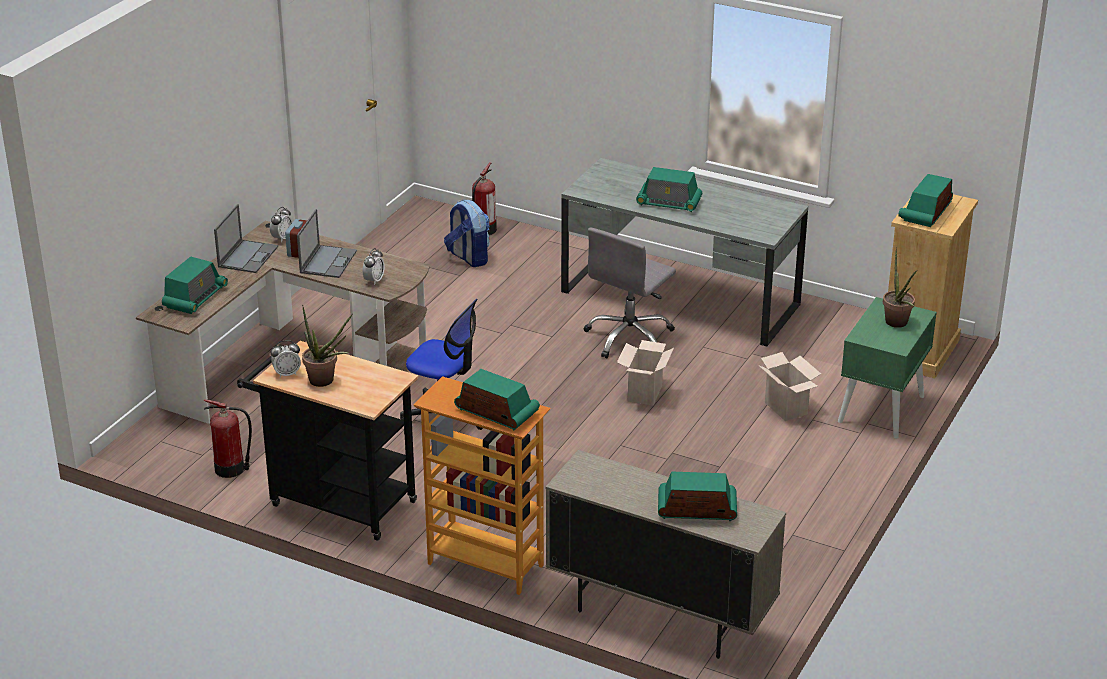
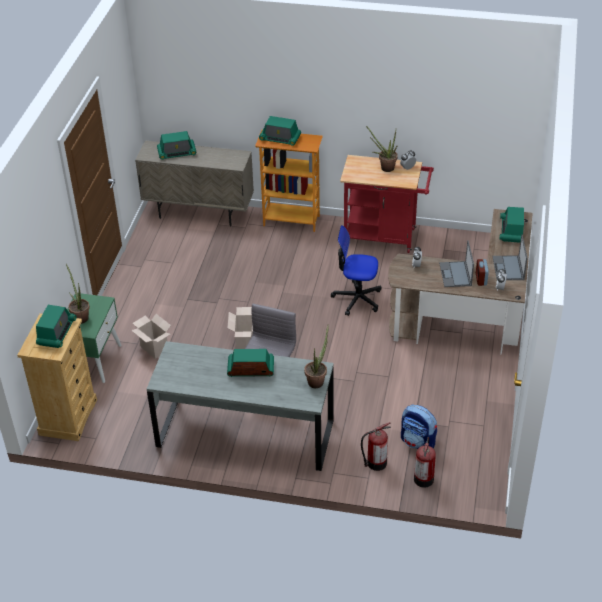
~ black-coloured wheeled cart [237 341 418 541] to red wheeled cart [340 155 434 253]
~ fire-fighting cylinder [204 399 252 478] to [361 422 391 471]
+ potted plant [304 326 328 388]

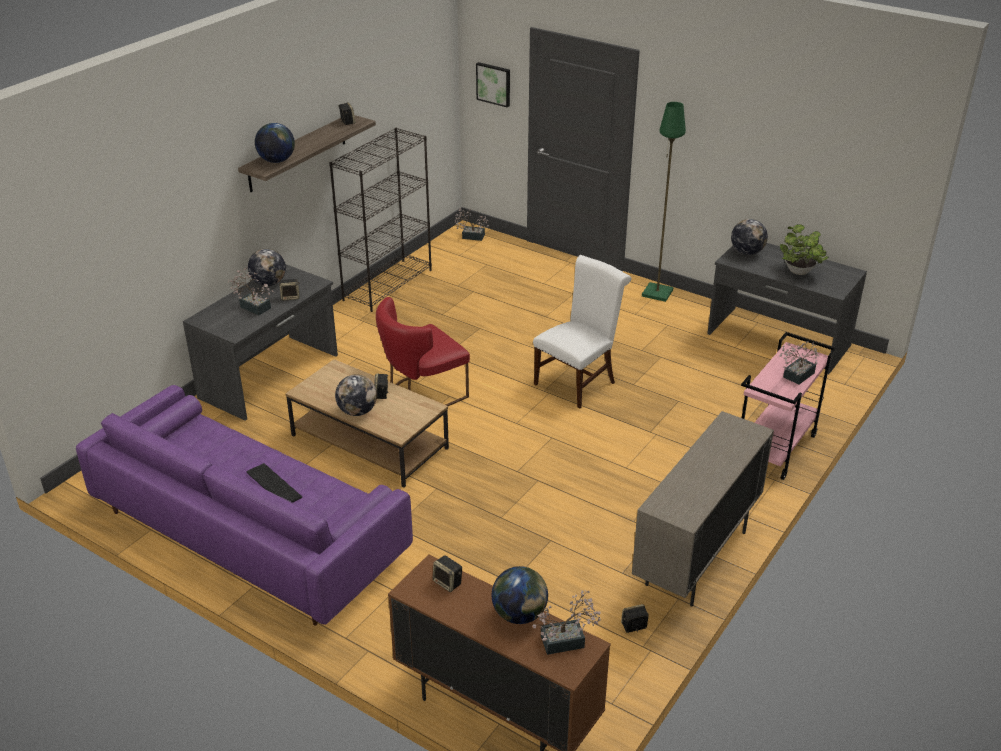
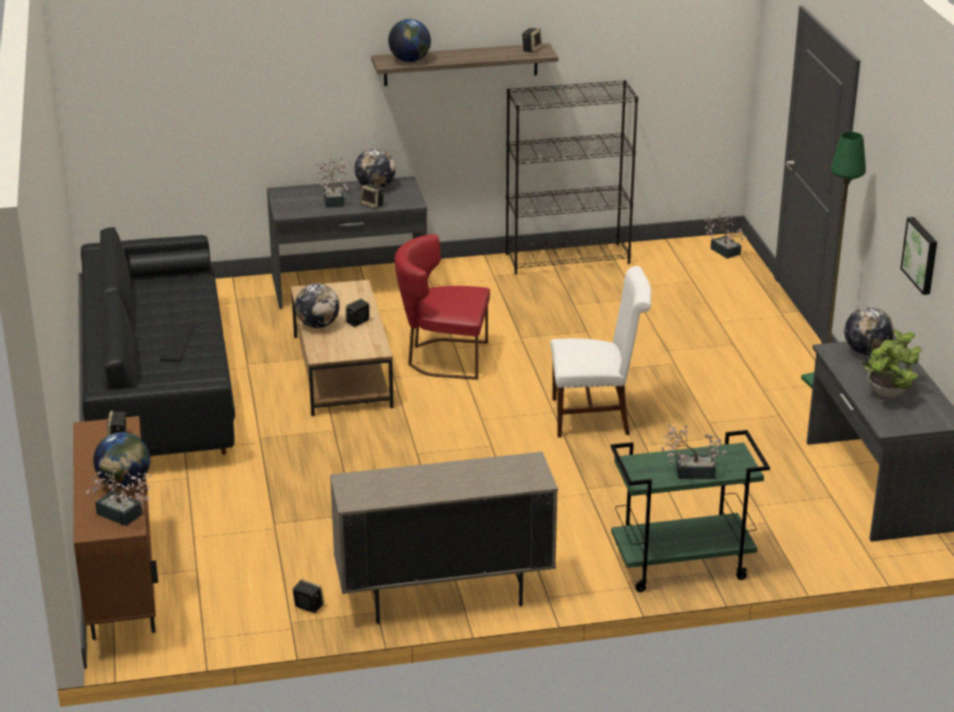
~ wall picture [476 62 510 107] to [900 217 937 295]
~ pinkish wheeled cart [741 332 837 480] to greenish wheeled cart [610 430 770 592]
~ purple-coloured sofa [76 385 413 626] to black-coloured sofa [81 227 235 456]

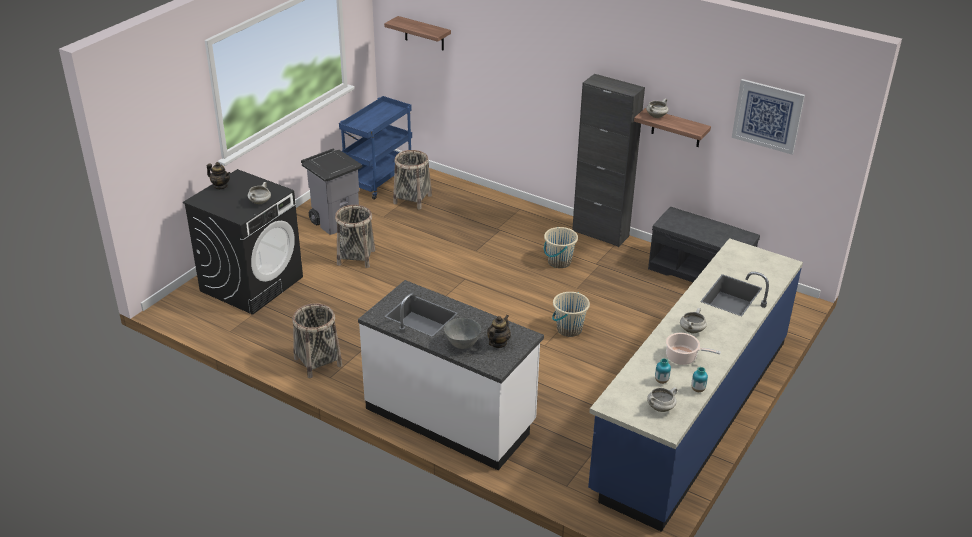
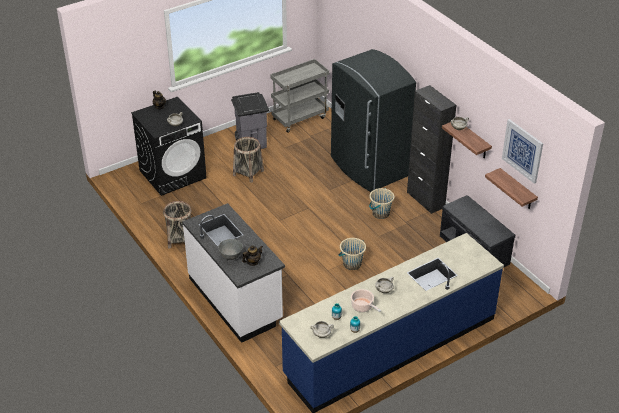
~ wall shelf [384 16 451 51] to [485 168 538 209]
~ blue-coloured wheeled cart [339 96 412 200] to grey wheeled cart [270 59 329 133]
- basket [393 150 432 209]
+ grey fridge [331 49 416 192]

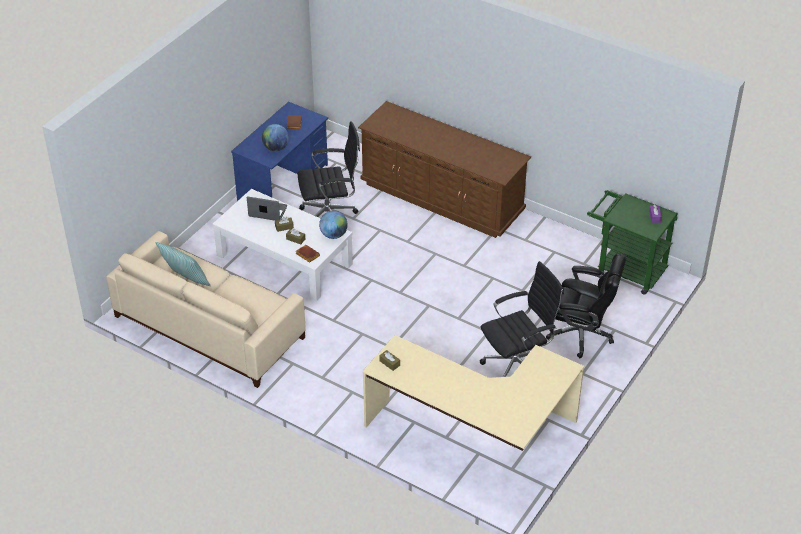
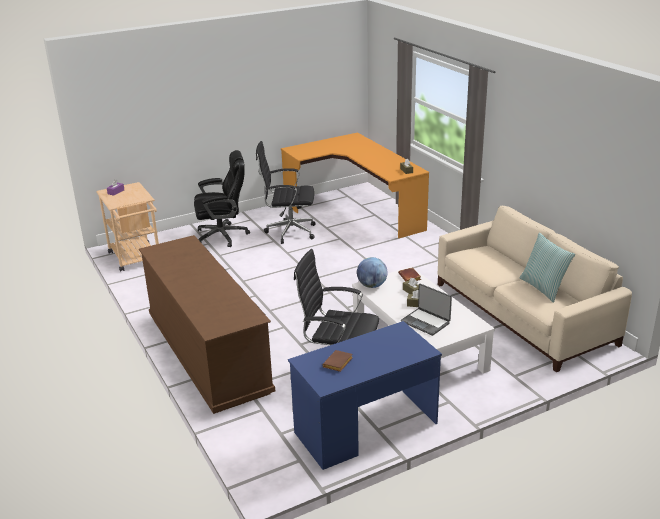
- desk globe [262 124 289 151]
~ greenish wheeled cart [587 190 678 295] to sand-coloured wheeled cart [96 182 159 272]
~ black-coloured desk chair [546 253 627 358] = [194 150 250 247] 120 degrees clockwise
~ sand-coloured desk unit [362 335 584 451] to orange desk unit [281 132 429 238]

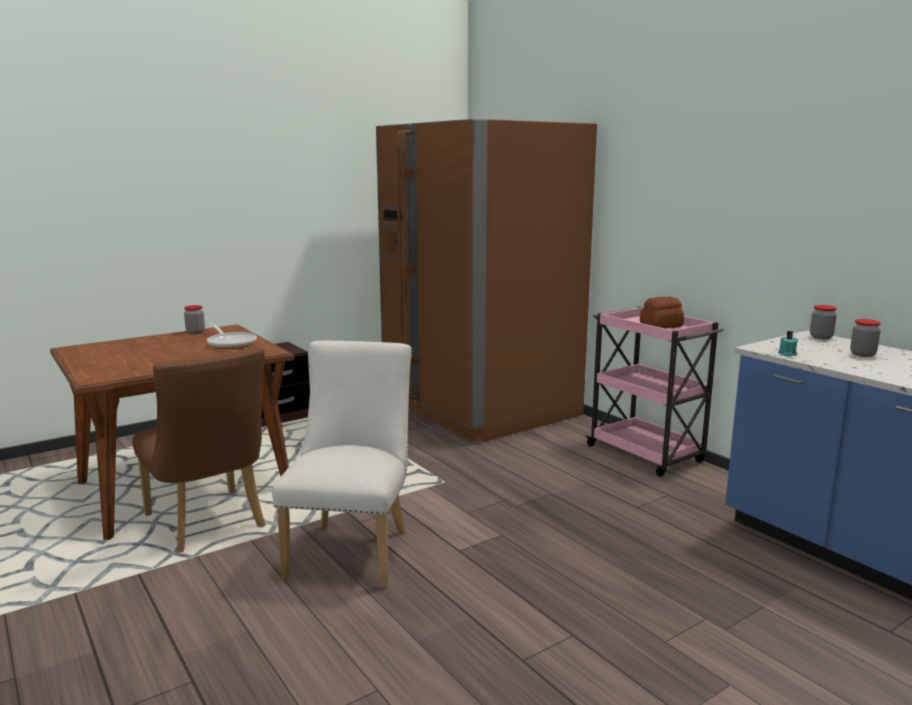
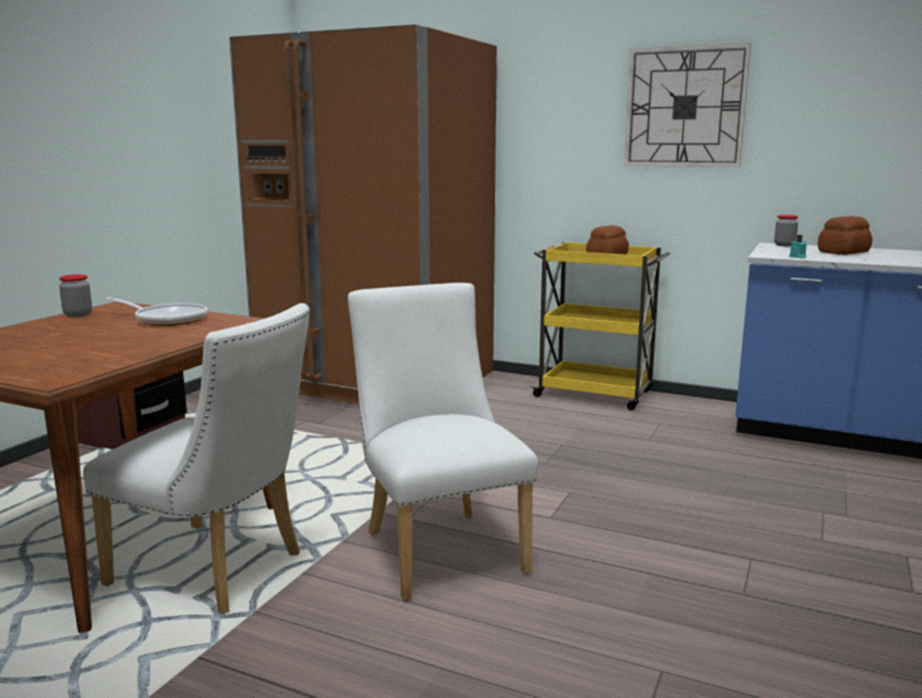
~ pinkish wheeled cart [585 307 724 477] to yellow-coloured wheeled cart [530 242 670 410]
~ jar [850 319 881 357] to bread [818 216 872 255]
~ brownish upright chair [132 347 265 552] to whitish upright chair [83 303 310 614]
+ wall clock [624 43 751 167]

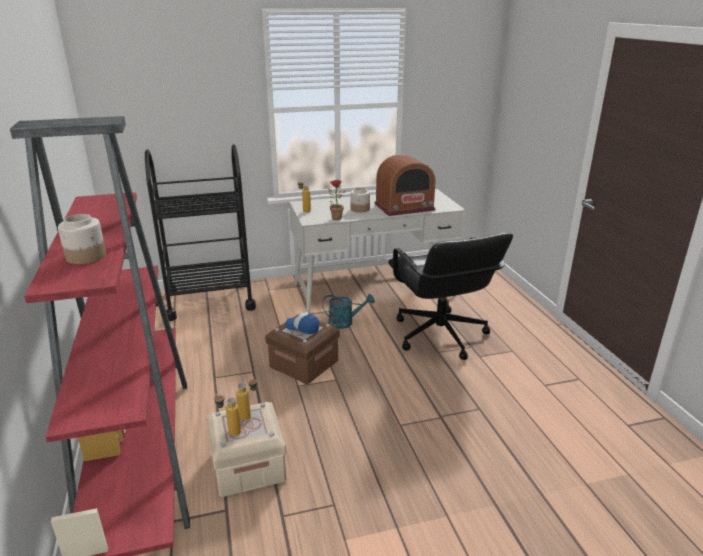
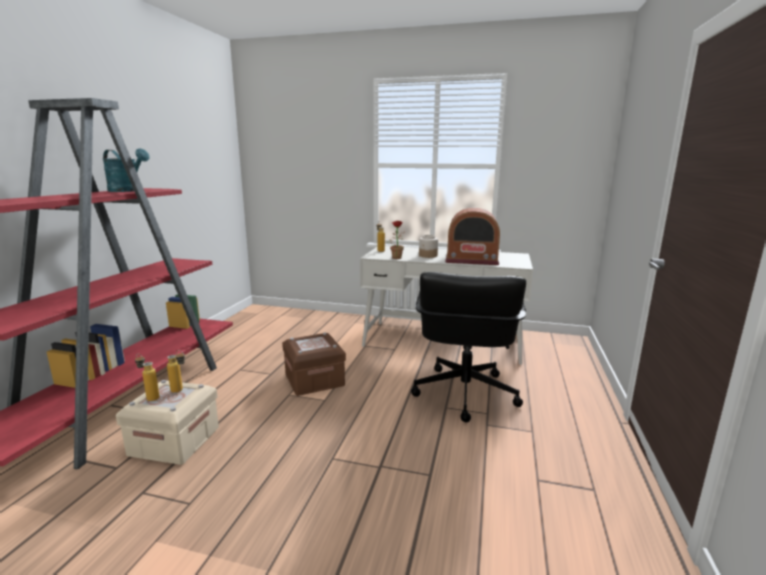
- black-coloured wheeled cart [145 144 256 321]
- jar [58 214 106 264]
~ turquoise-coloured watering can [322 294 375 329] to [103 148 150 192]
- baseball cap [285 312 320 334]

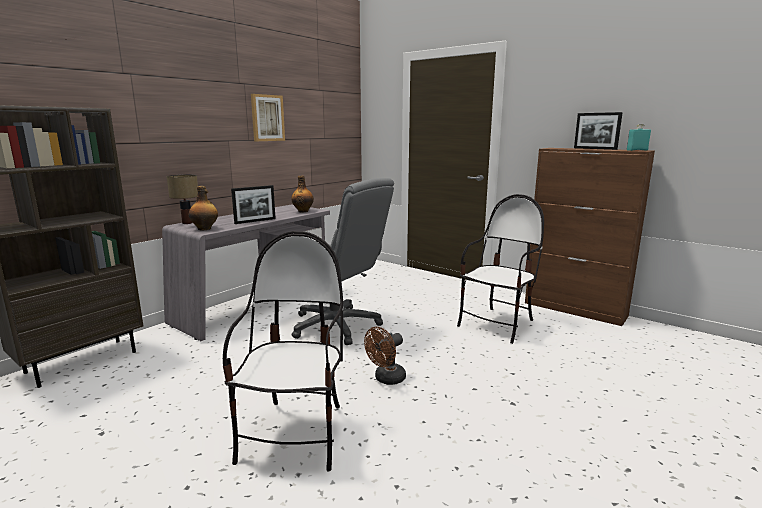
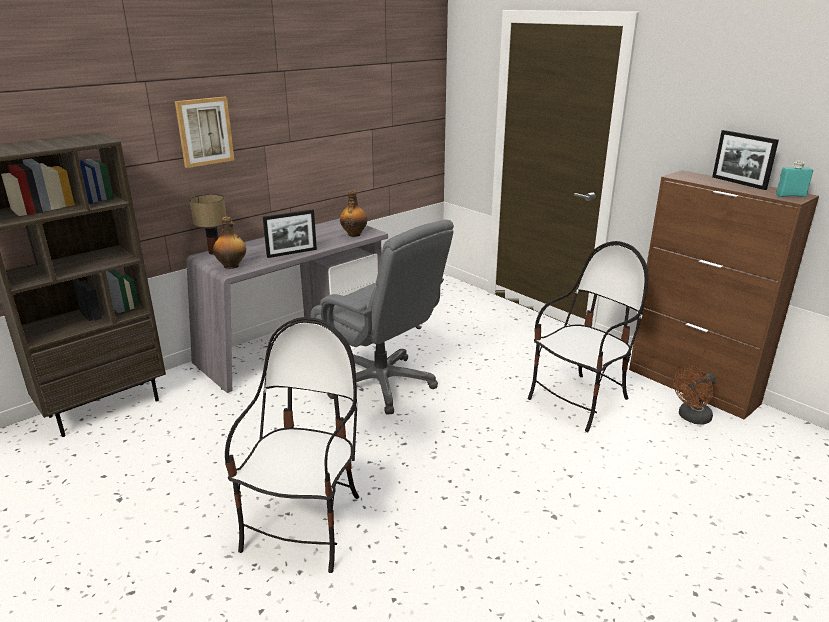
~ wall picture [251 94 285 141] to [175 97 234 168]
~ brownish fan [364 327 406 385] to [674 366 715 424]

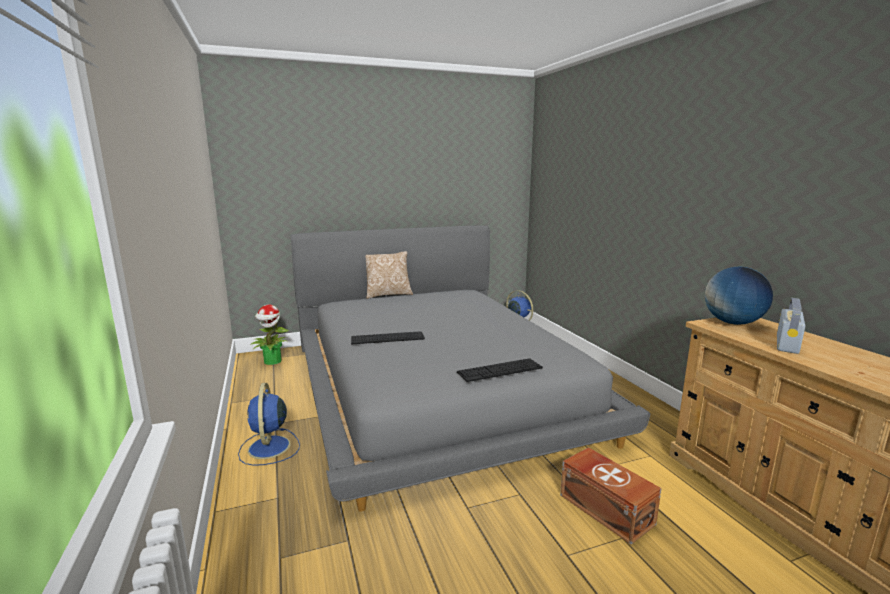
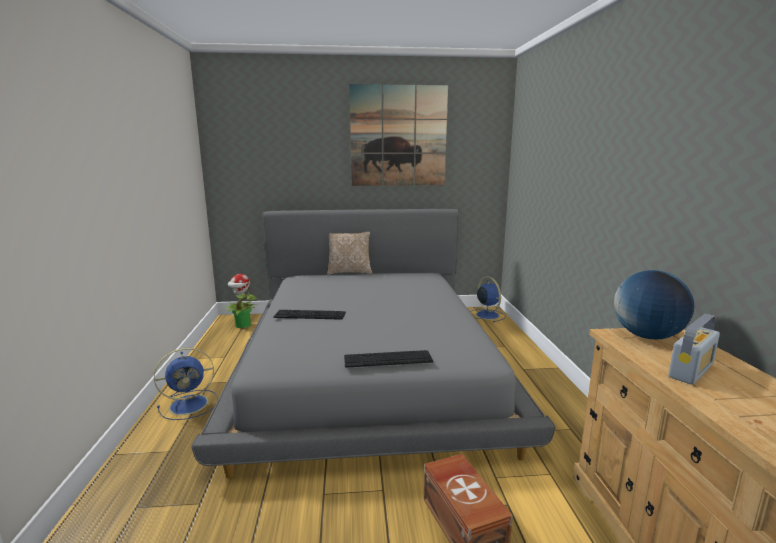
~ blue-coloured fan [238 383 300 466] = [154 348 218 420] 120 degrees counterclockwise
+ wall picture [349 84 448 186]

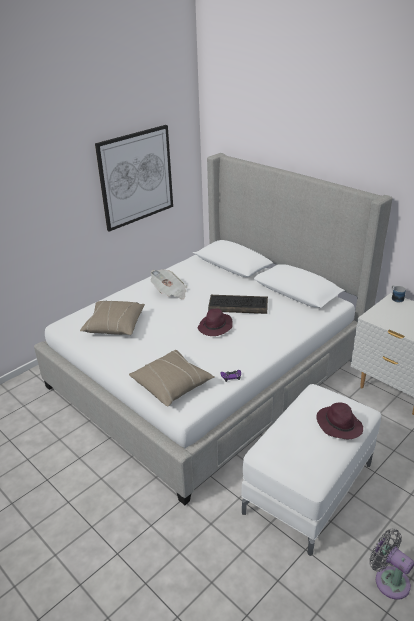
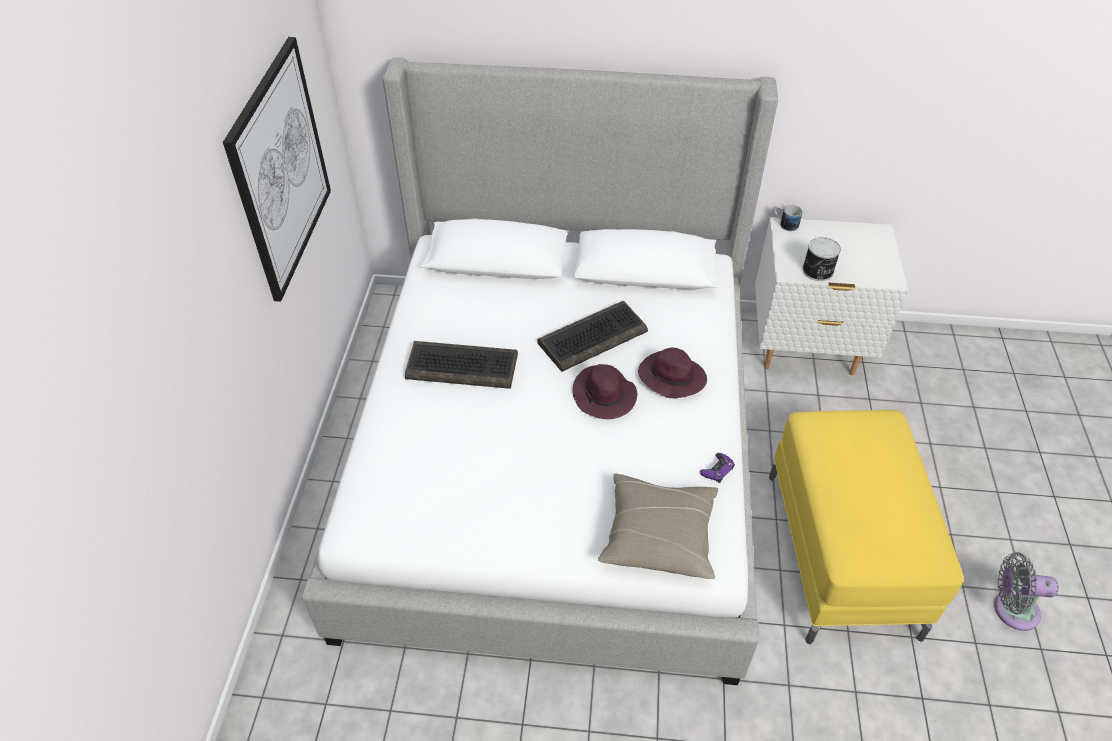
~ printed paper [151 269 187 299] to computer keyboard [405 341 518 389]
- sand-coloured pillow [80 301 145 335]
~ whitish ottoman [241 384 381 556] to yellow-coloured ottoman [769 410 964 644]
~ purple-coloured hat [316 403 363 439] to [638 348 707 398]
+ metal can [802 237 841 281]

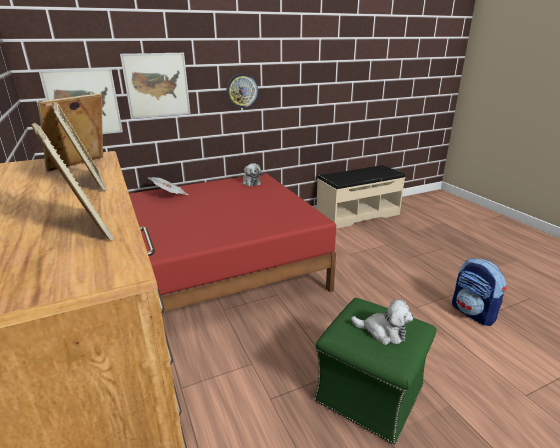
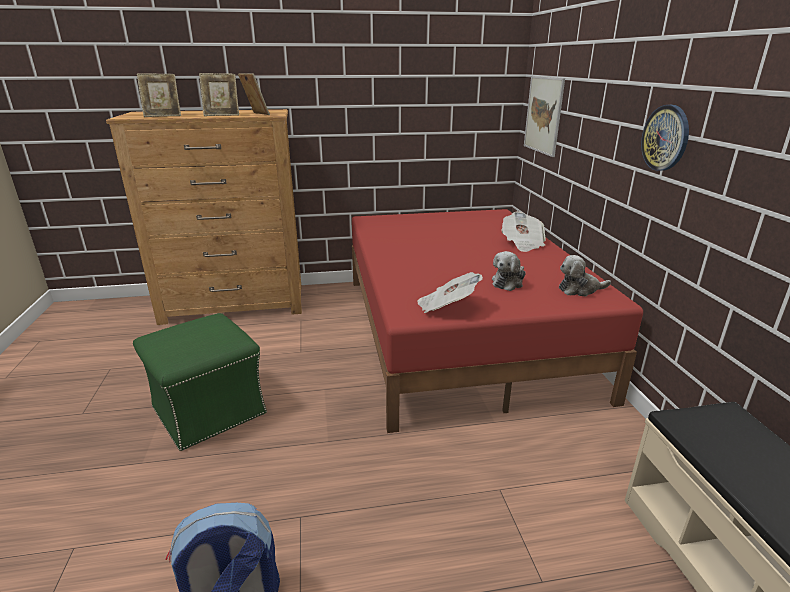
- wall picture [120 53 191 119]
~ plush toy [351 300 413 345] to [492 251 526 291]
+ printed paper [417 272 483 313]

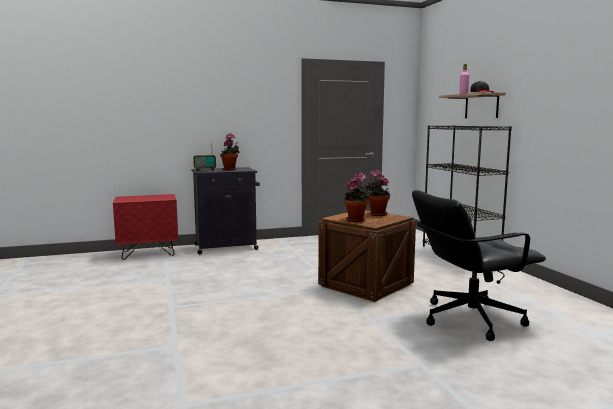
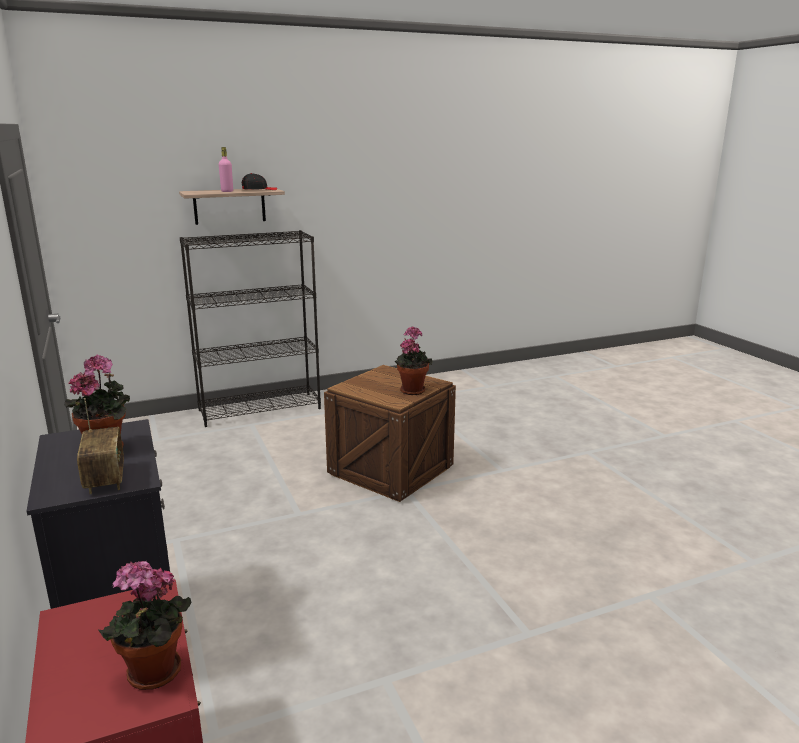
~ potted plant [364 169 390 216] to [99 561 191 690]
- black-coloured desk chair [412 190 546 341]

